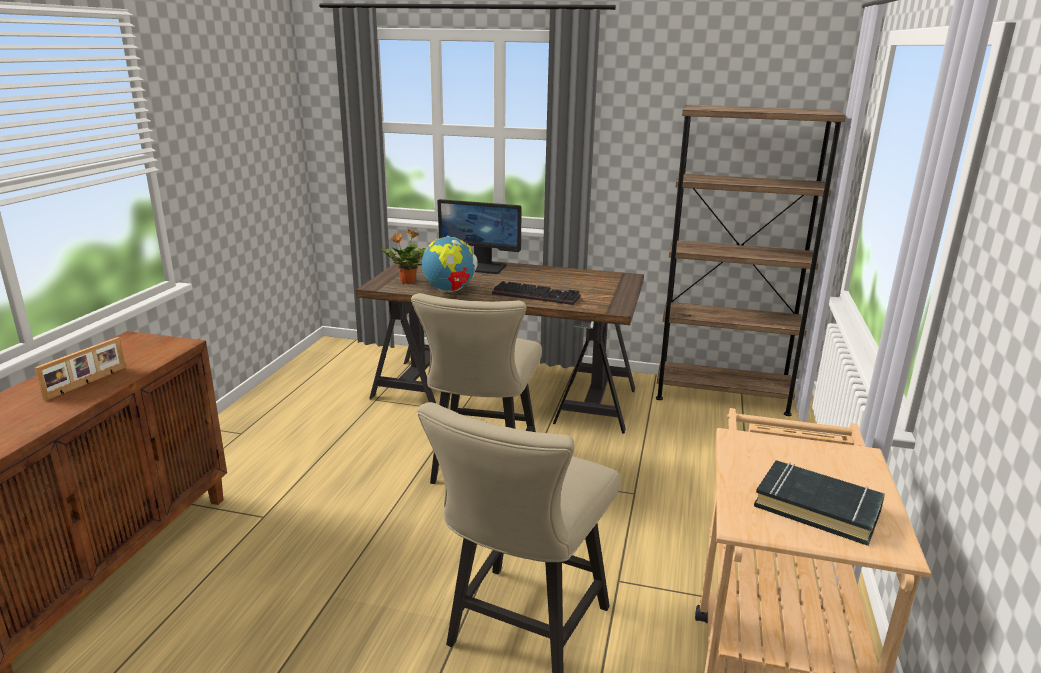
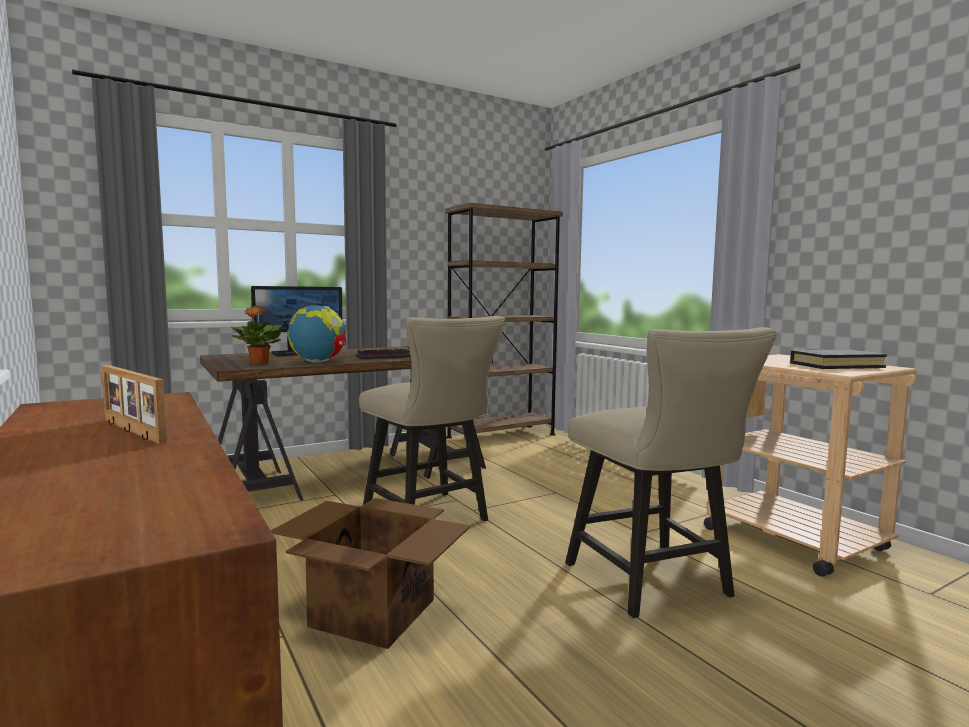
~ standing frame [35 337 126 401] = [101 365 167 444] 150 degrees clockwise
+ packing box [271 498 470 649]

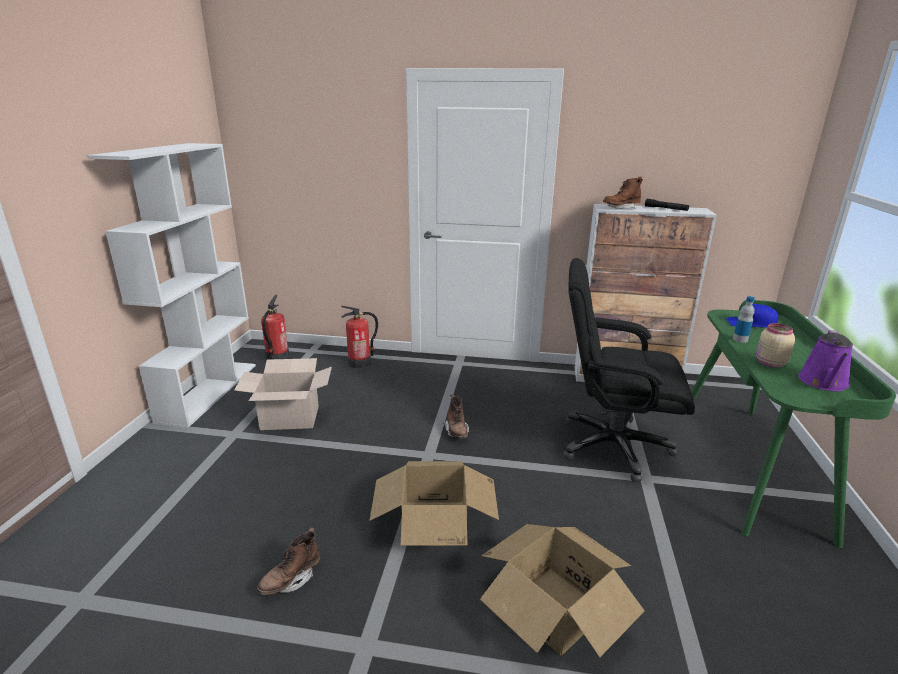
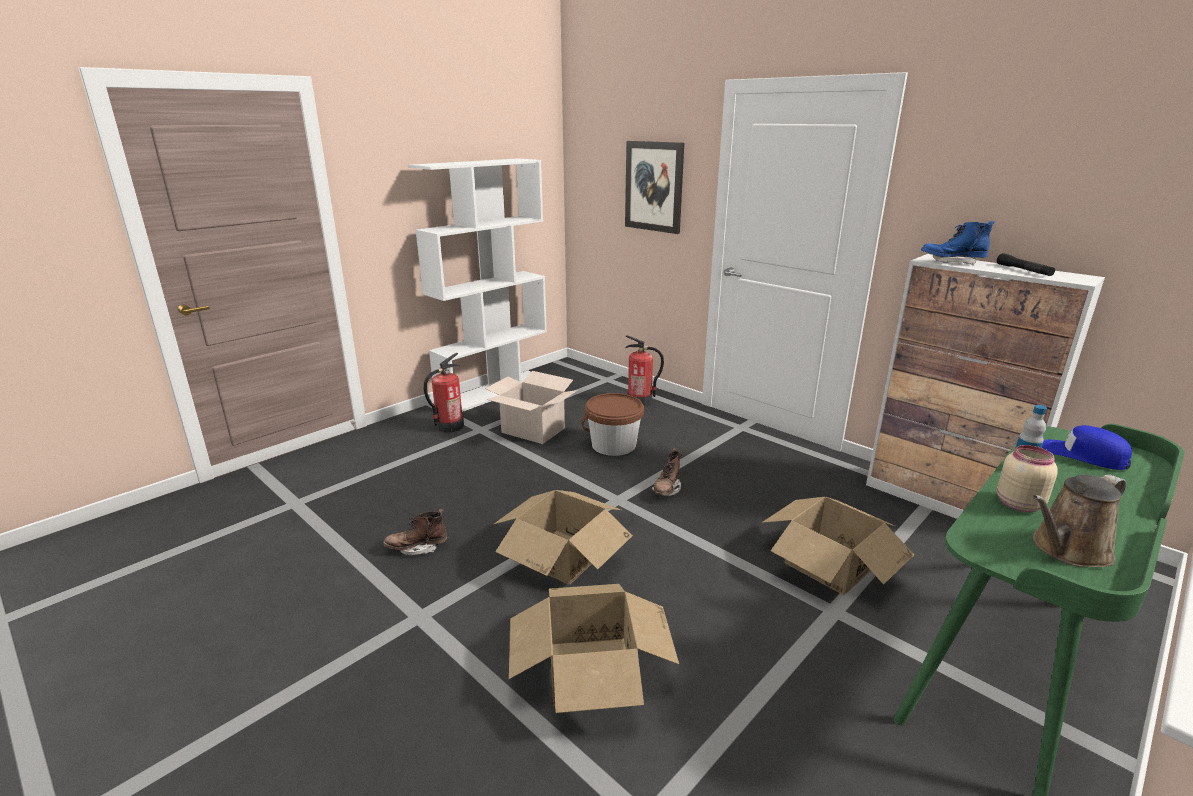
~ brownish boot [603 177 643 209] to blue-coloured boot [921 221 995 265]
~ black-coloured desk chair [563 258 695 482] to packing box [761 497 914 595]
~ fire-fighting cylinder [261 295 290 360] to [424 353 464 433]
~ purple-coloured watering can [798 330 853 391] to brownish watering can [1032 474 1126 567]
+ wall picture [625 141 684 234]
+ brownish bucket [581 393 644 456]

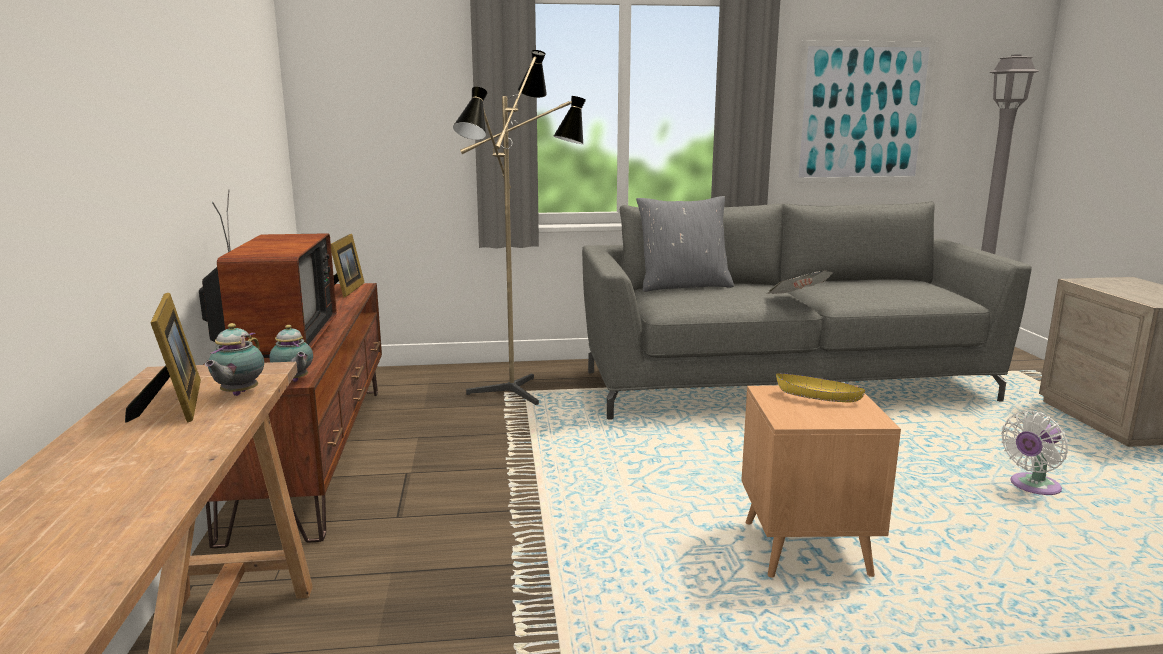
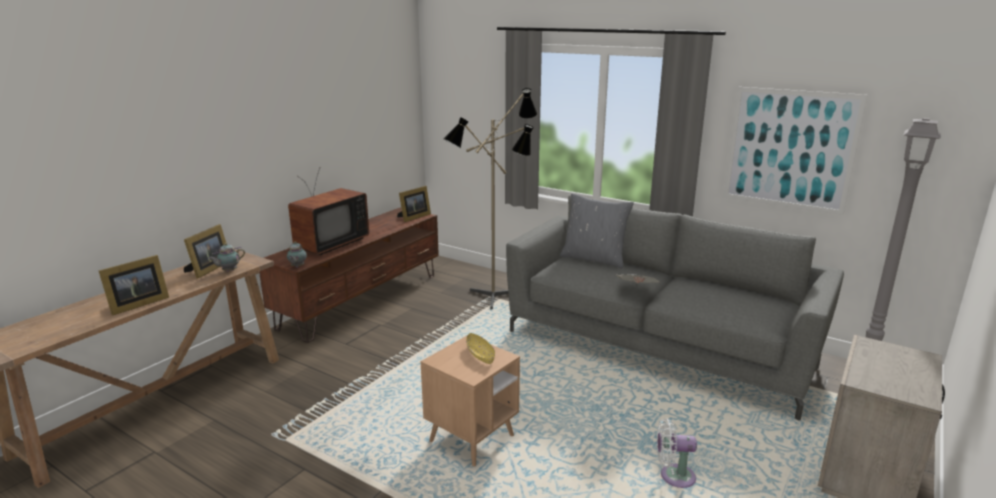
+ standing frame [99 255 169 316]

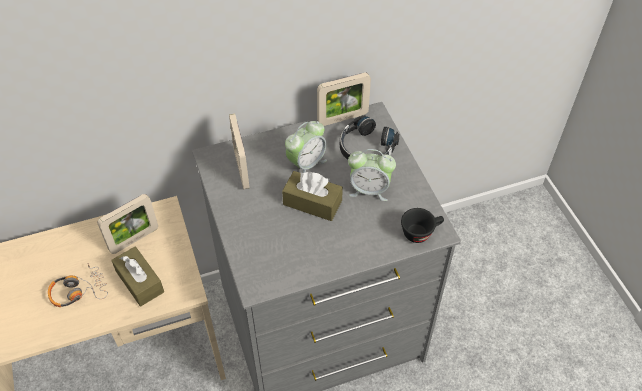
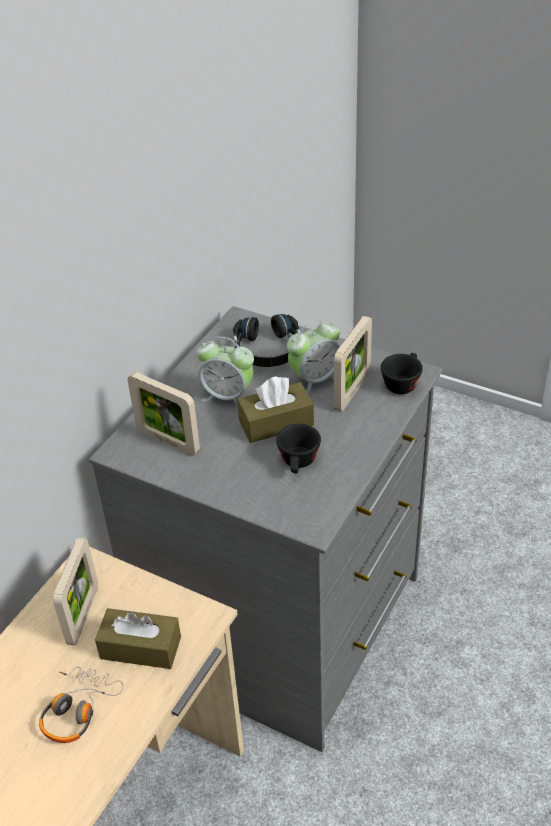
~ standing frame [317 72 371 126] to [334 316 372 411]
~ bedside clock [285 121 327 173] = [197 337 254 409] 105 degrees clockwise
+ black-coloured cup [276 424 321 473]

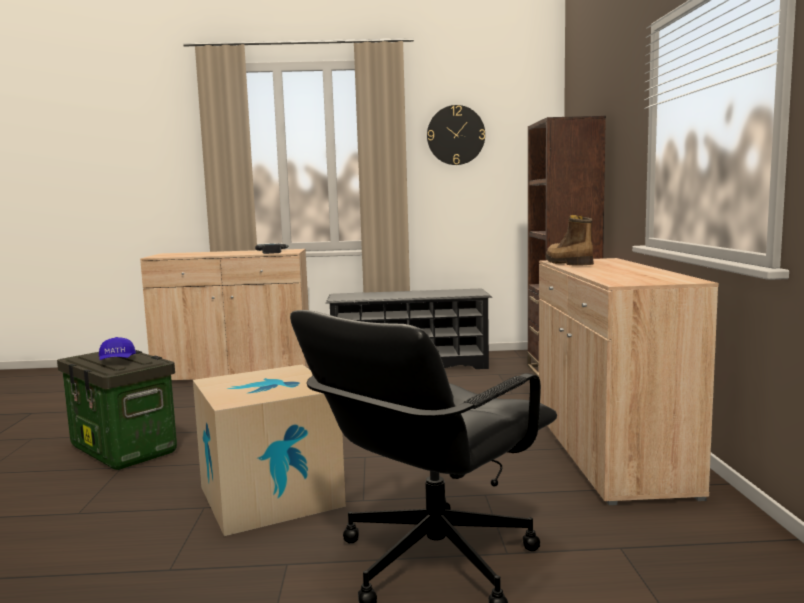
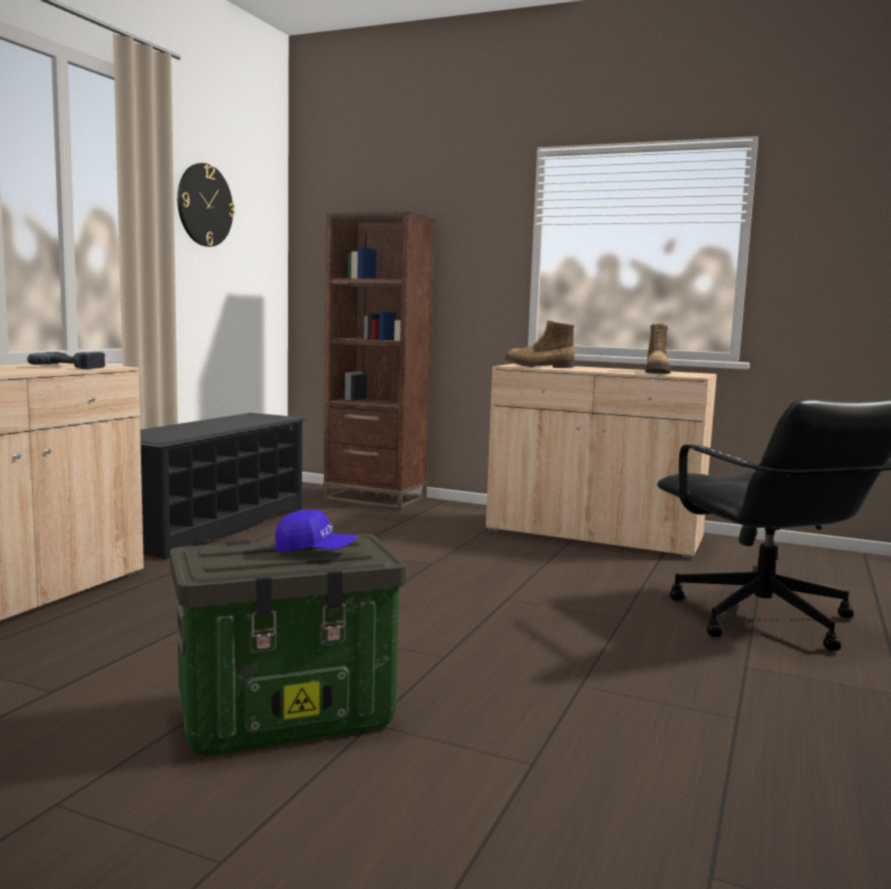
- packing box [193 365 346 536]
+ boot [645 324 671 374]

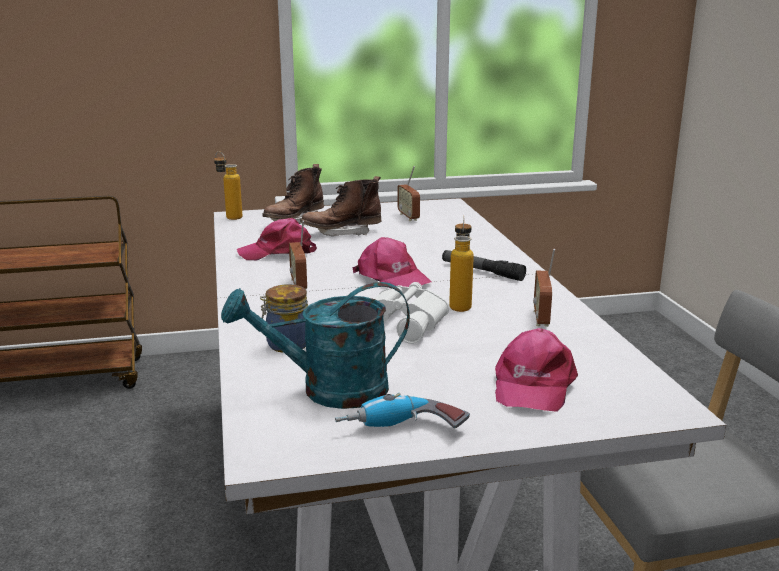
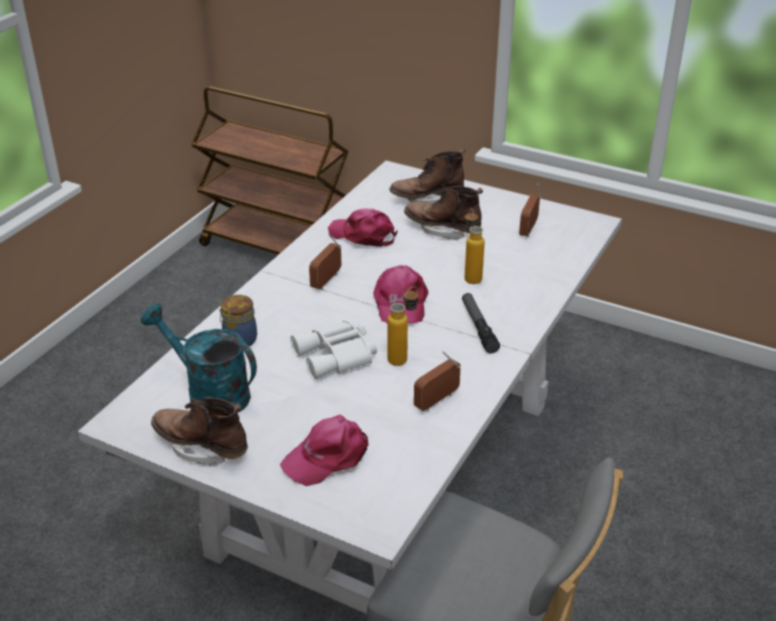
~ beverage bottle [214 152 243 220] to [465 208 485 284]
~ power drill [335 393 470 428] to brownish boot [151 397 248 467]

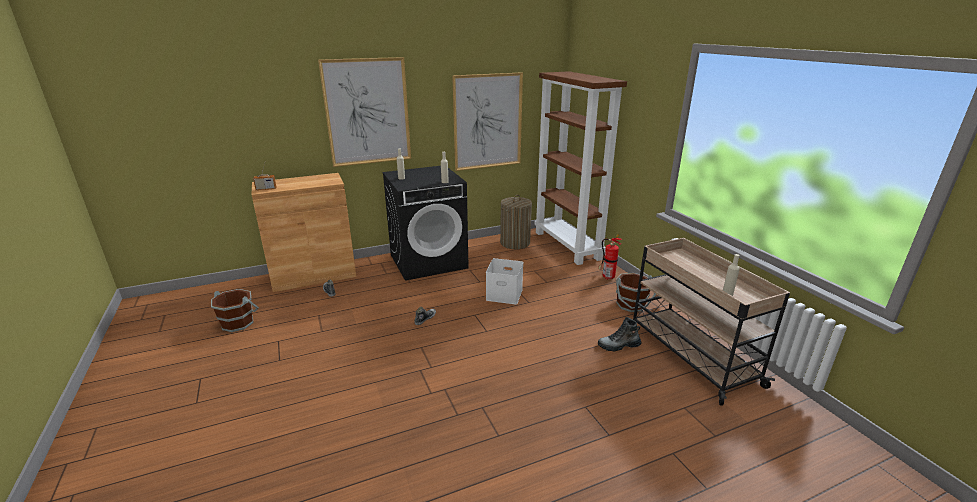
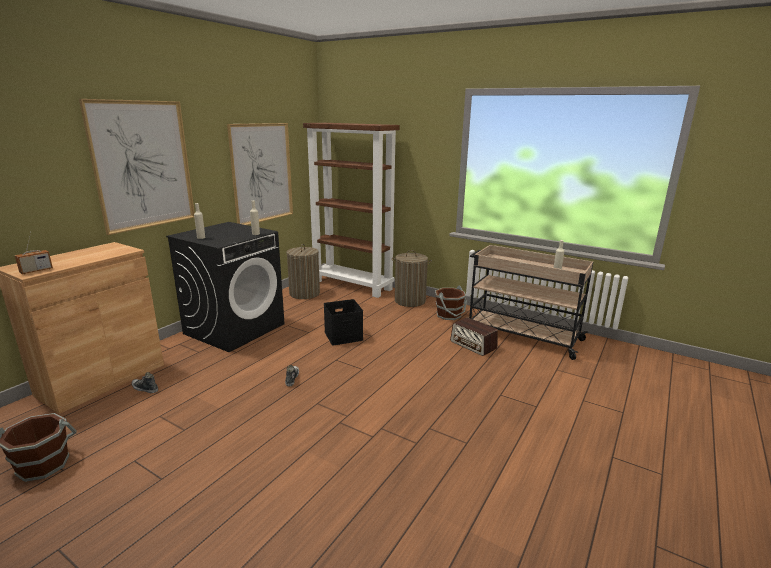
~ fire-fighting cylinder [598 234 622 280] to hamper [392 250 432 307]
~ whitish storage box [486 258 523 305] to black-coloured storage box [324 299 363 346]
~ boot [598 317 642 352] to radio set [450 317 498 356]

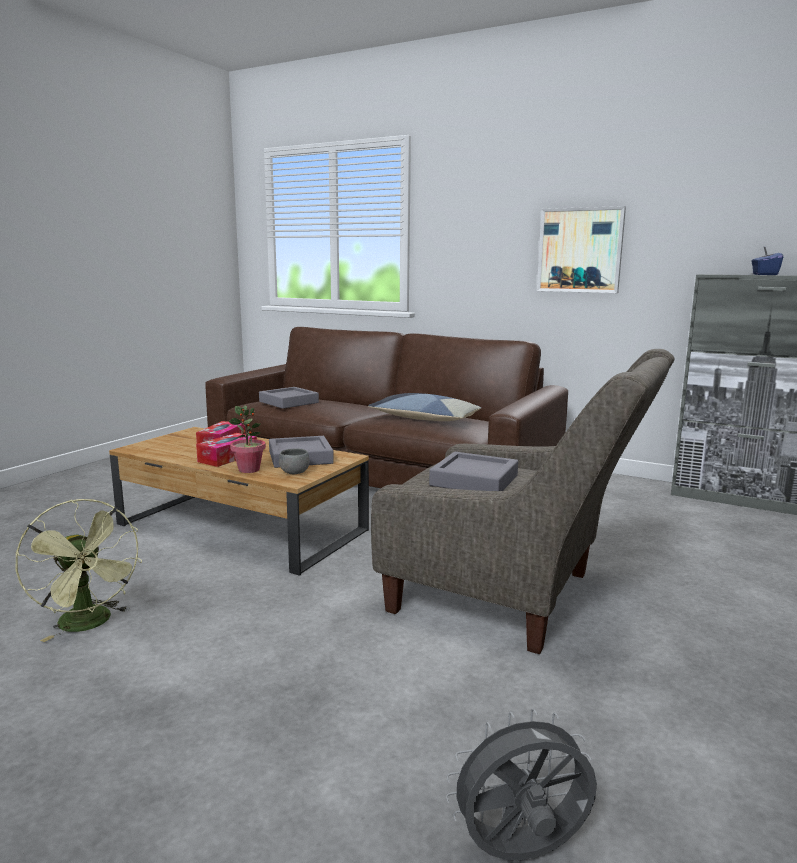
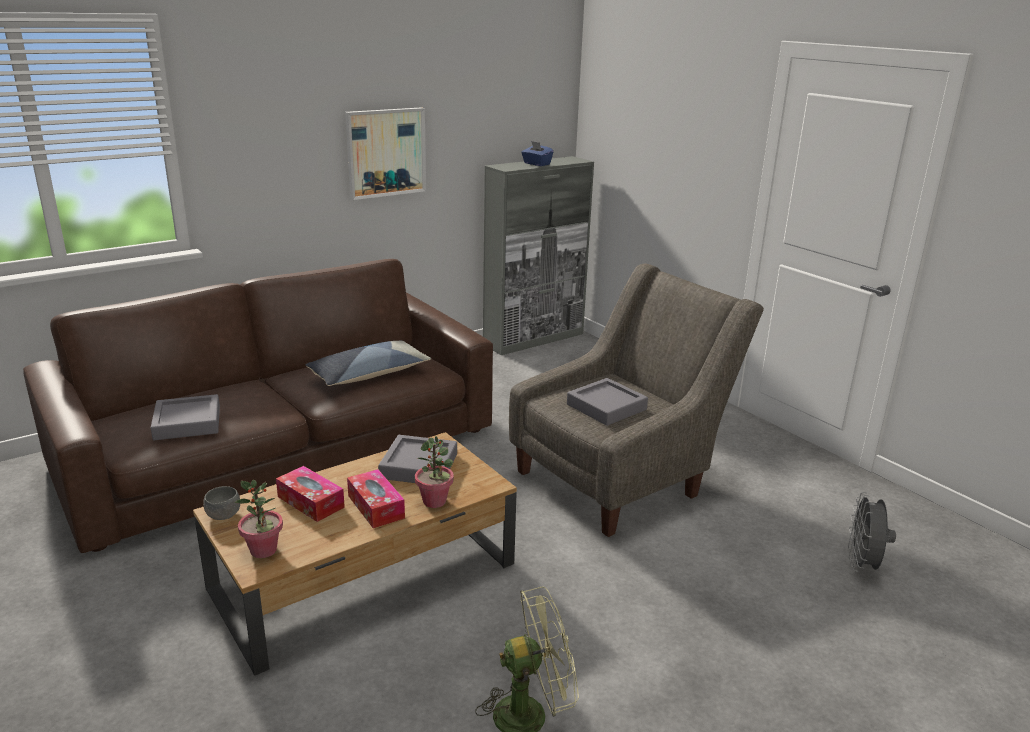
~ grey deep dish [279 449 309 474] to [203 486 240 520]
+ potted plant [234 480 283 558]

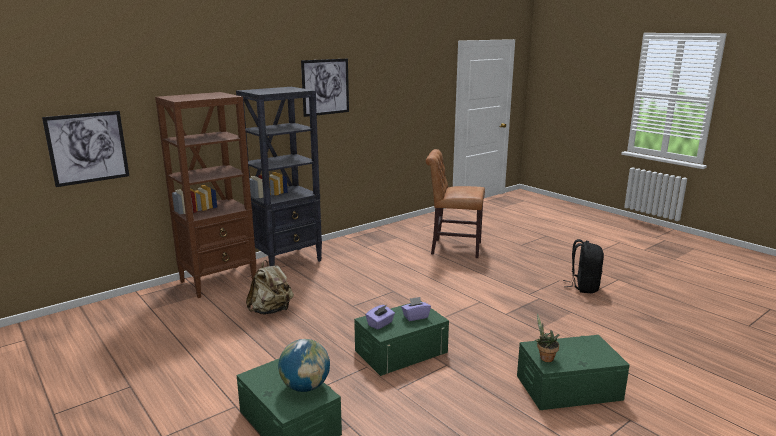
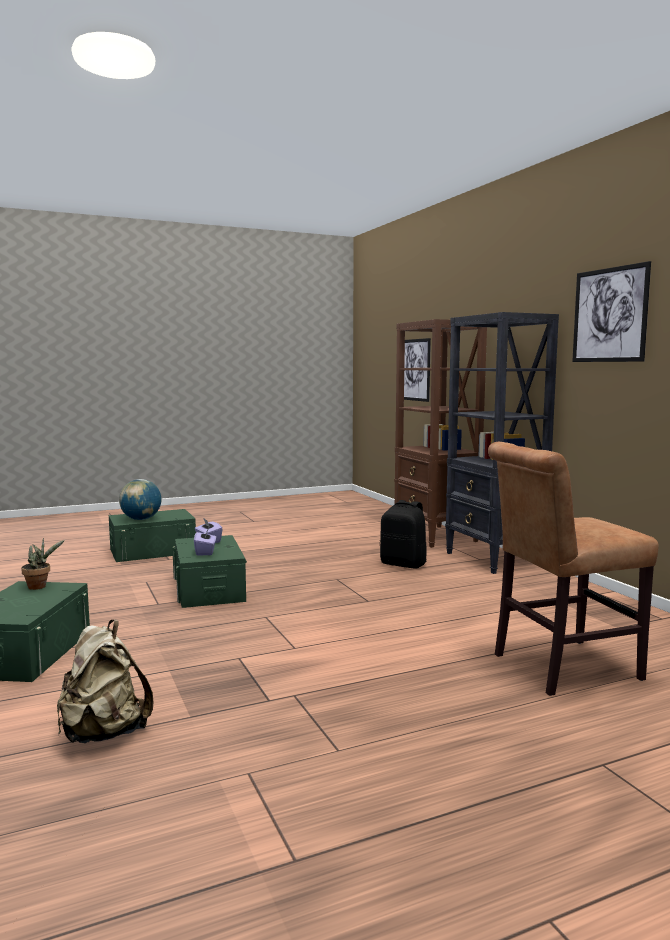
~ brownish upright chair [426 149 485 258] = [488 442 659 696] 135 degrees counterclockwise
~ black-coloured rucksack [563 239 604 293] to [380 500 427 568]
~ sand-coloured rucksack [246 260 294 315] to [57 620 153 743]

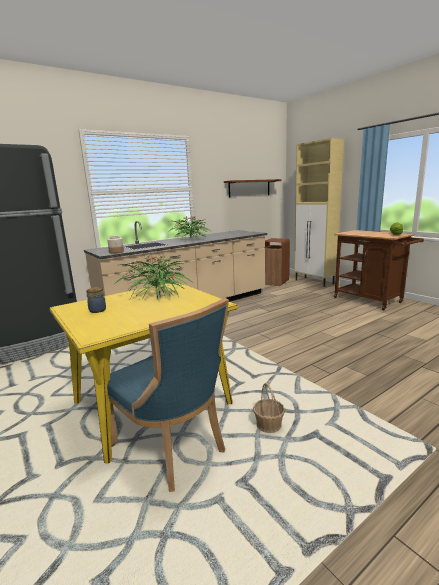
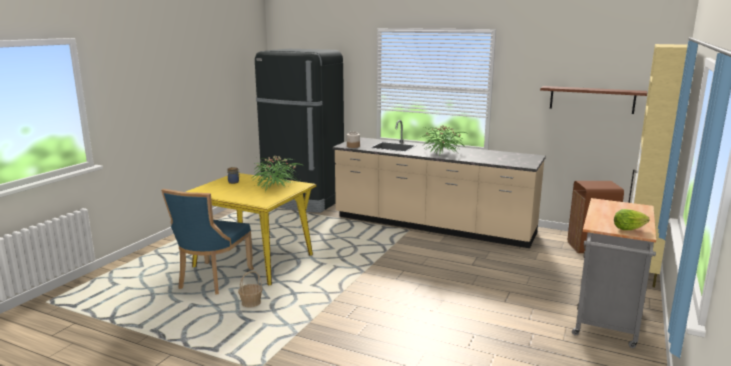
~ brownish wheeled cart [334 230 424 310] to grey wheeled cart [572 198 656 348]

